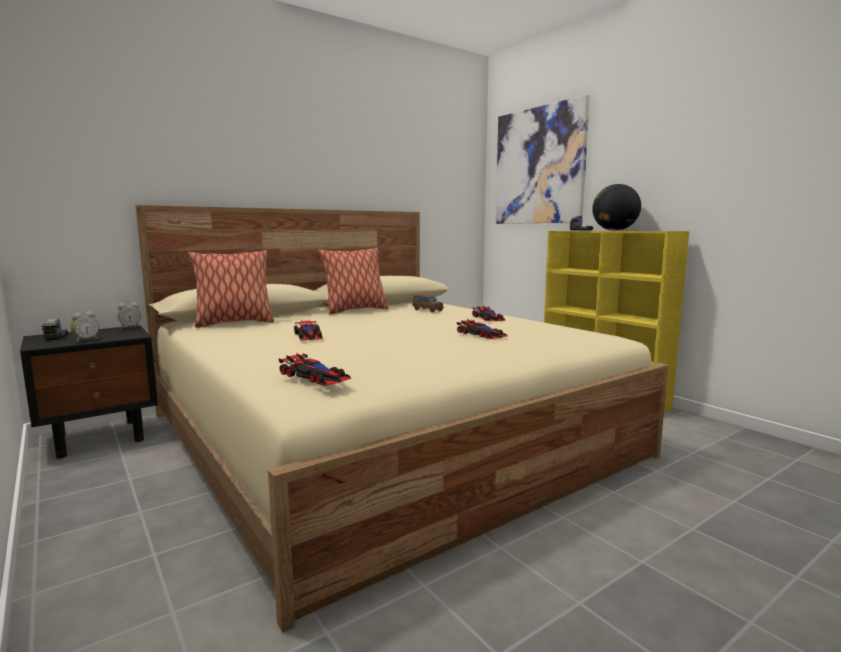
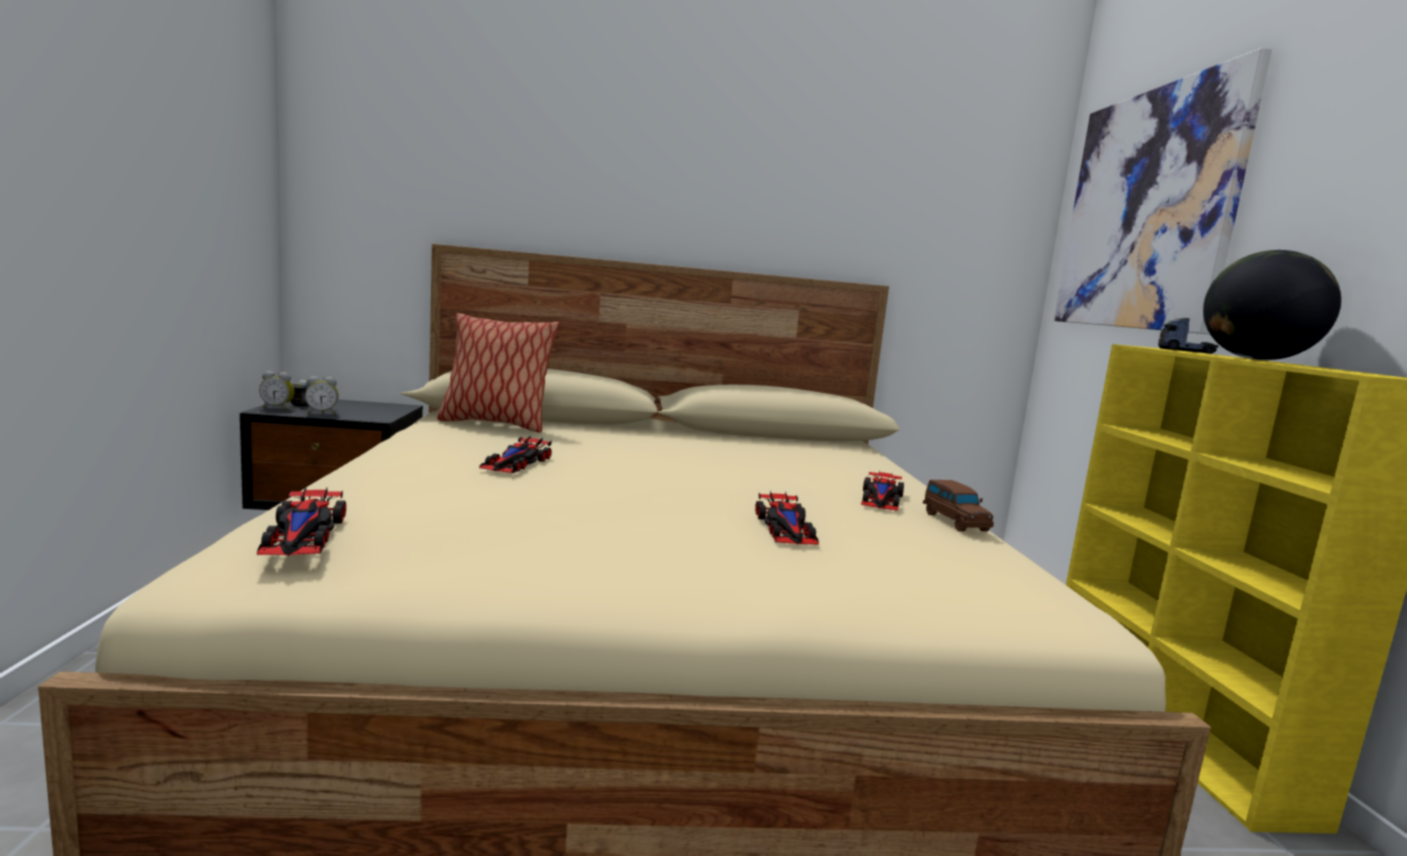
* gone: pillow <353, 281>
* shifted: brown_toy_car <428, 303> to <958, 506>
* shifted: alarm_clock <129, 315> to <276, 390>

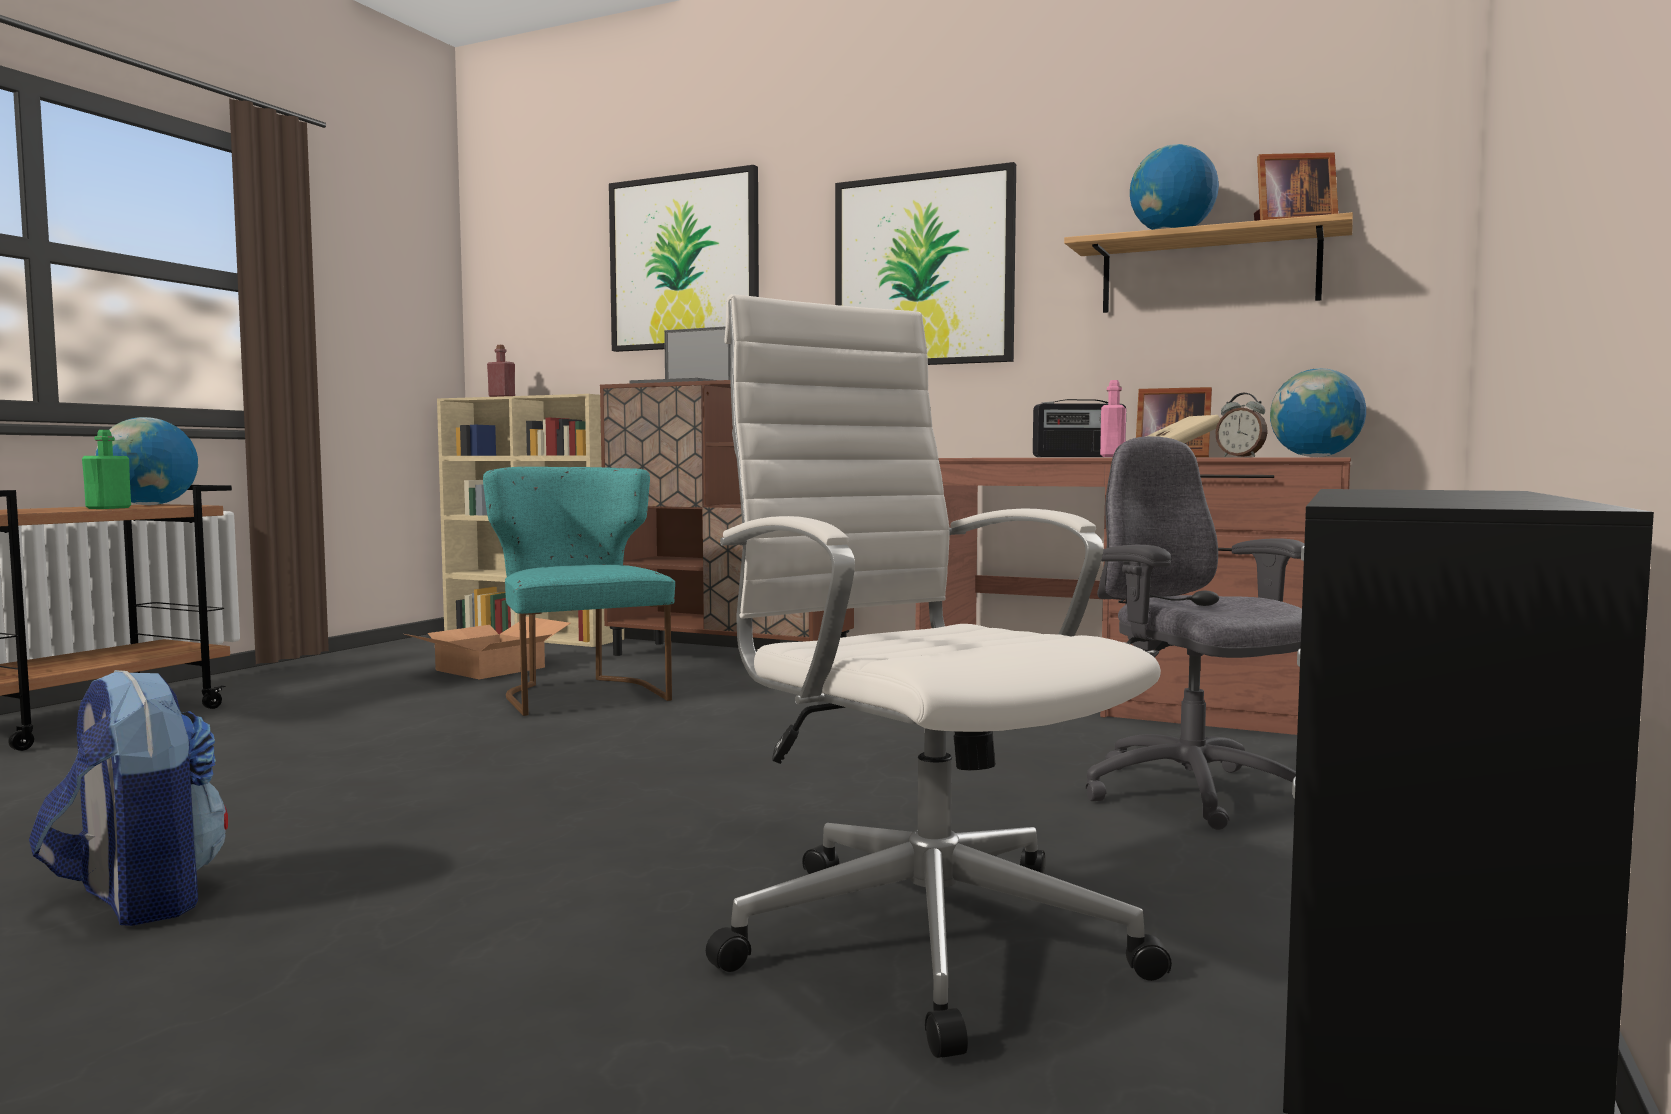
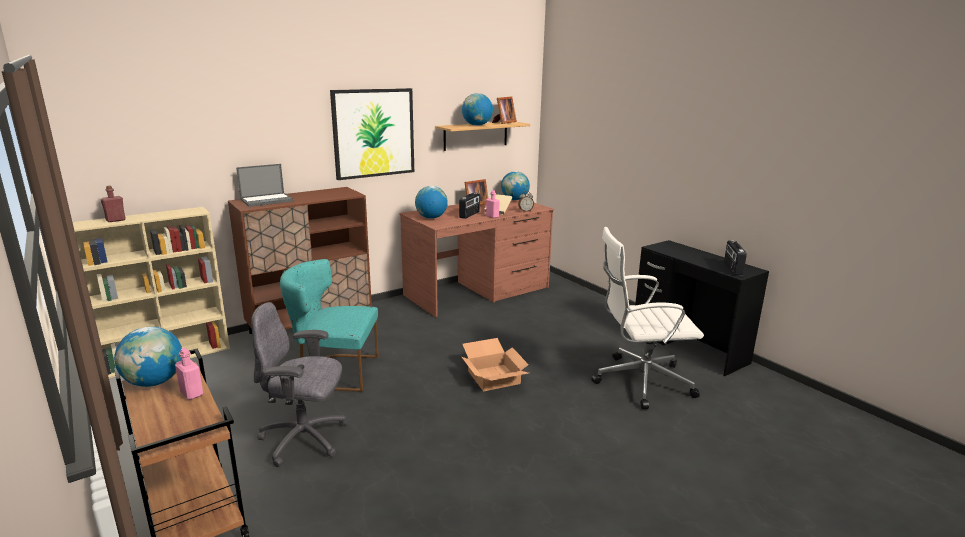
* gone: picture <684, 258>
* repainted: green_bottle <106, 469> to pink_bottle <189, 374>
* shifted: grey_office_chair <1195, 633> to <299, 384>
* shifted: cardboard_box <487, 648> to <495, 365>
* gone: backpack <128, 798>
* new: globe <431, 202>
* new: radio <735, 258>

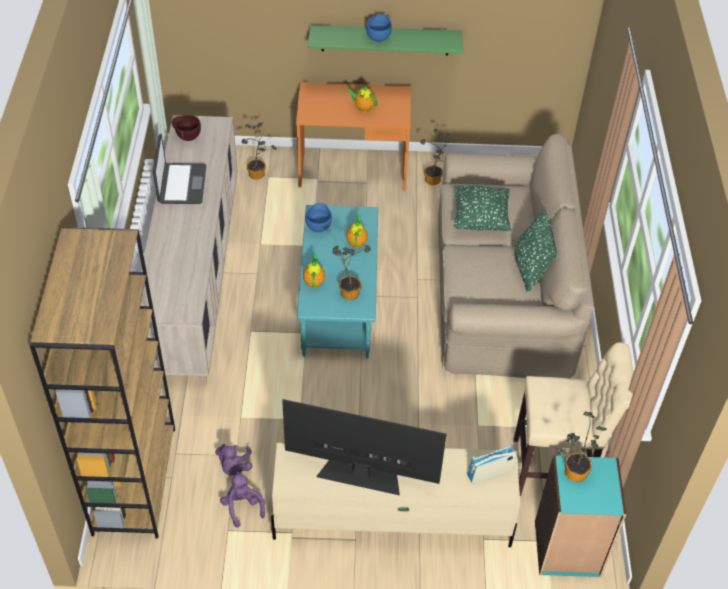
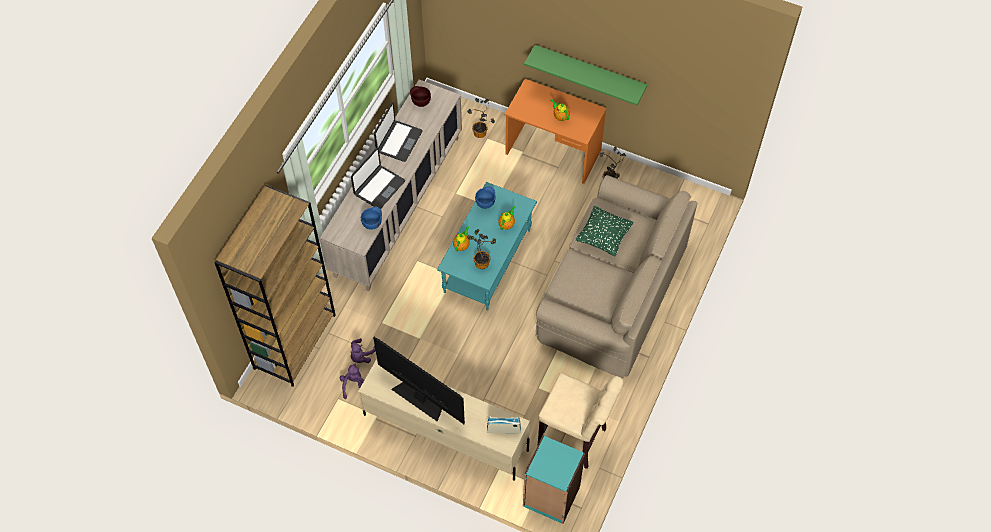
* shifted: blue_bowl <379, 28> to <371, 218>
* gone: green_pillow <536, 250>
* gone: potted_plant <581, 446>
* new: laptop <378, 178>

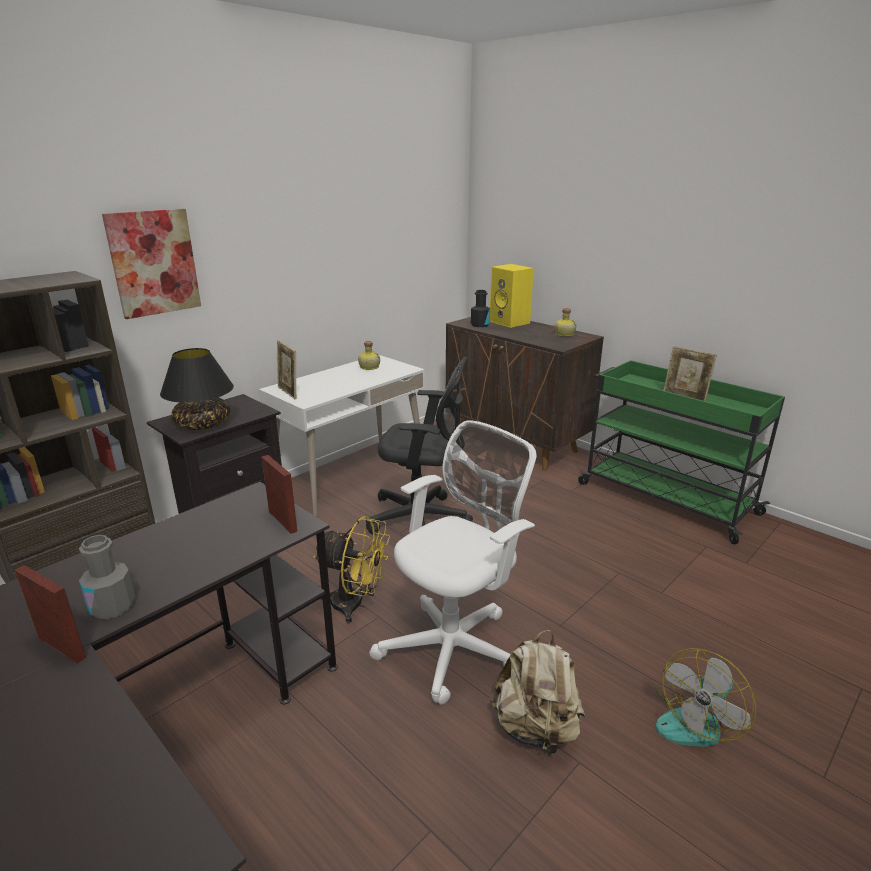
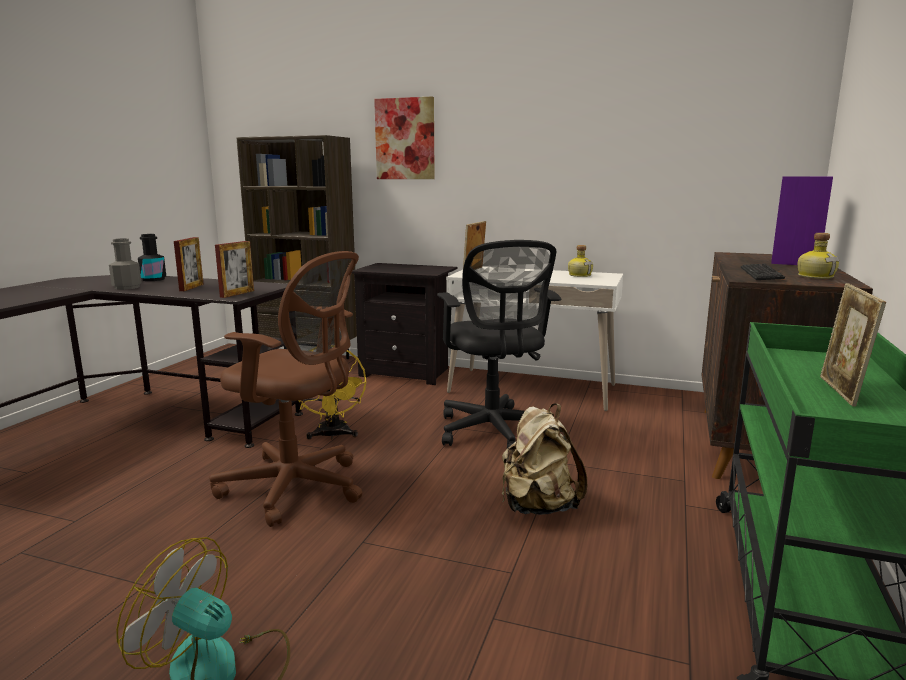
* repainted: yellow_speaker <512, 296> to purple_speaker <802, 220>
* shifted: black_bottle <480, 308> to <152, 257>
* gone: black_table_lamp <197, 389>
* repainted: white_office_chair <453, 562> to brown_office_chair <285, 389>
* shifted: picture_frame <50, 614> to <189, 264>
* shifted: beige_backpack <537, 692> to <544, 459>
* new: keyboard <763, 272>

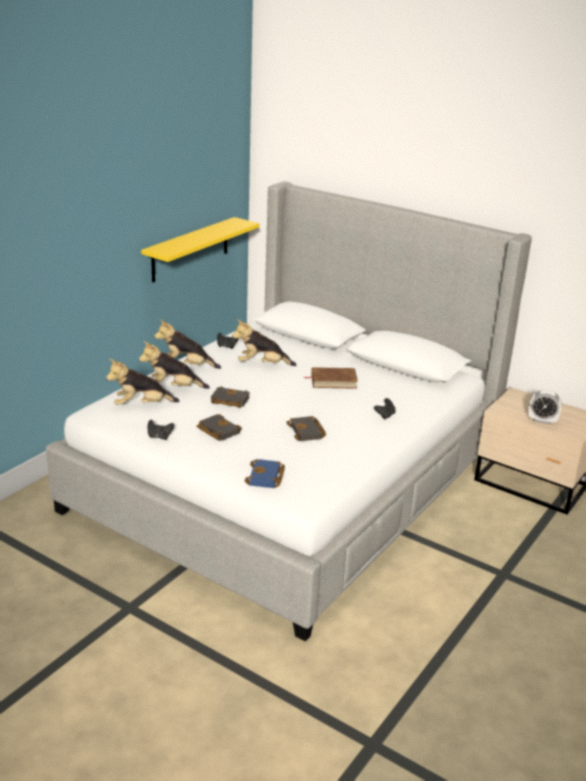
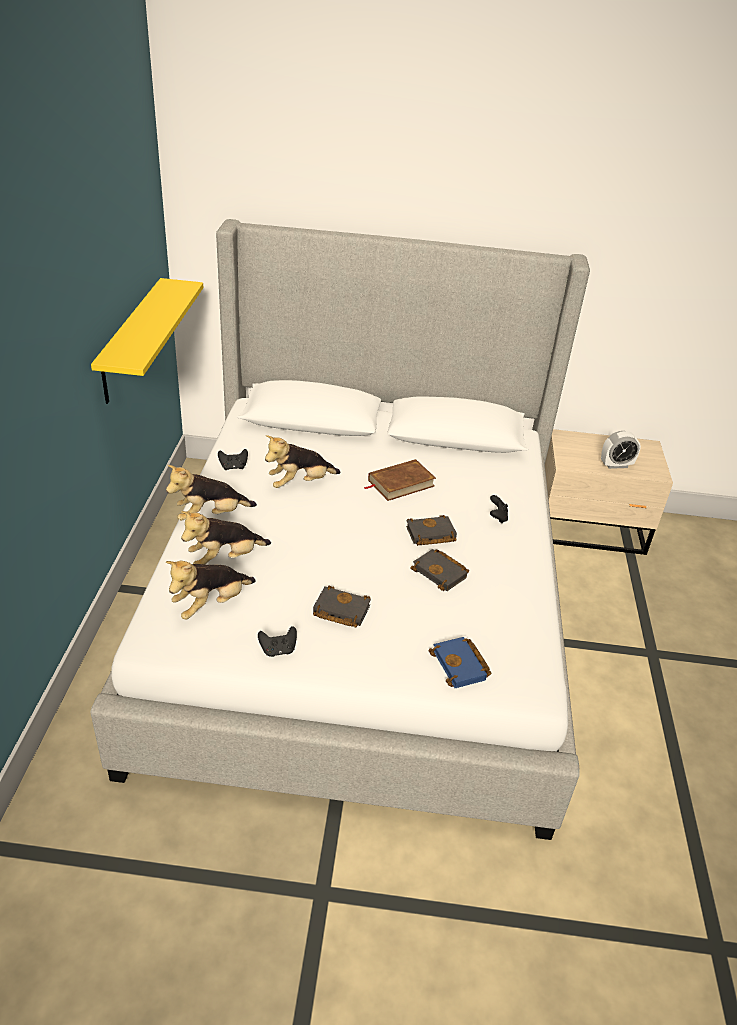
* shifted: black_book <230, 397> to <431, 530>

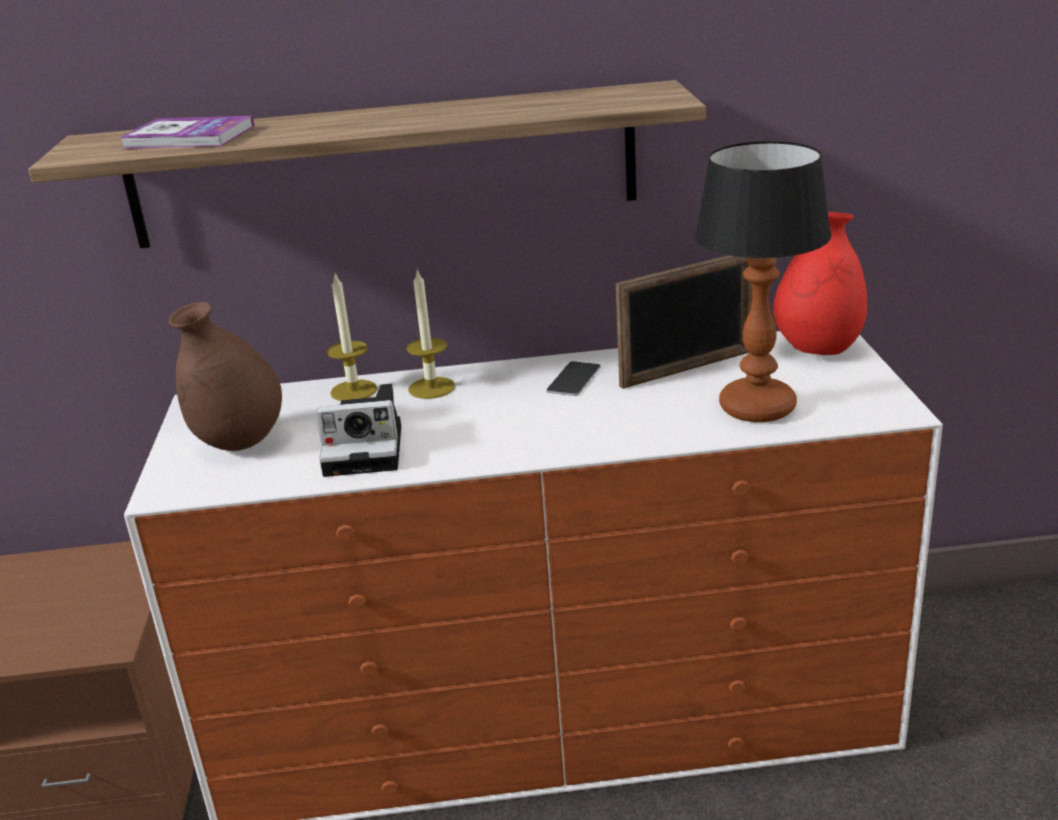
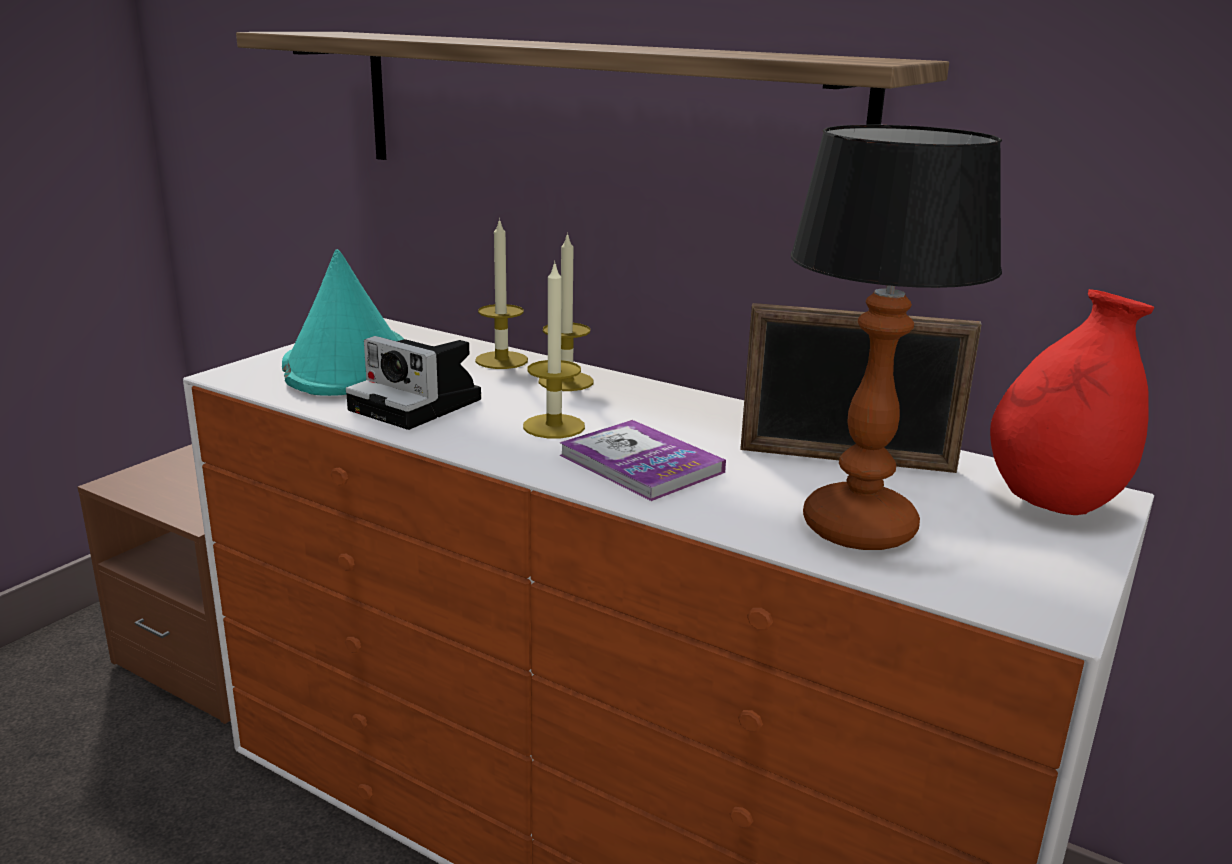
* shifted: book <187, 132> to <642, 460>
* swapped: brown_vase <225, 376> to turquoise_hat <343, 322>
* gone: phone <573, 378>
* new: candle <554, 349>

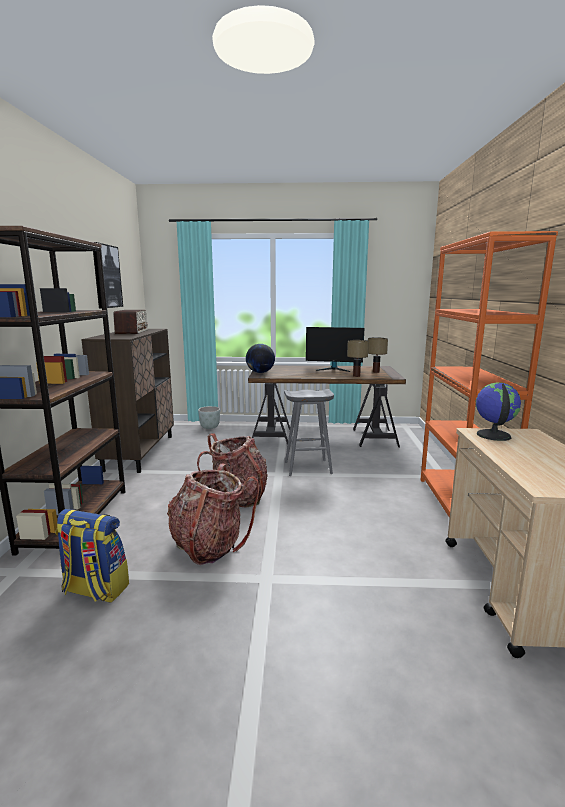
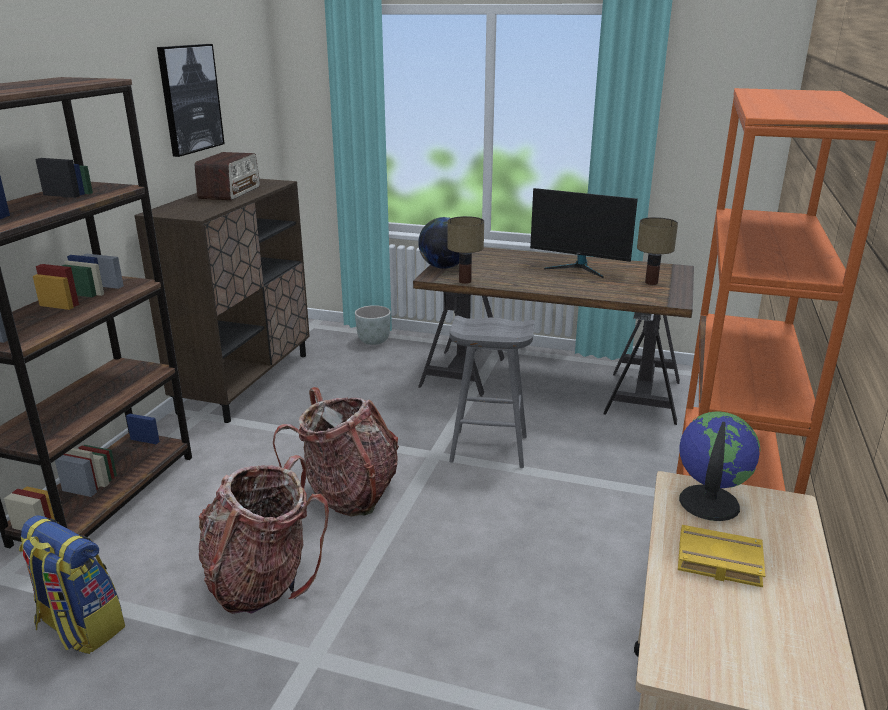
* shifted: table_lamp <358, 358> to <465, 250>
* new: yellow_book <721, 556>

